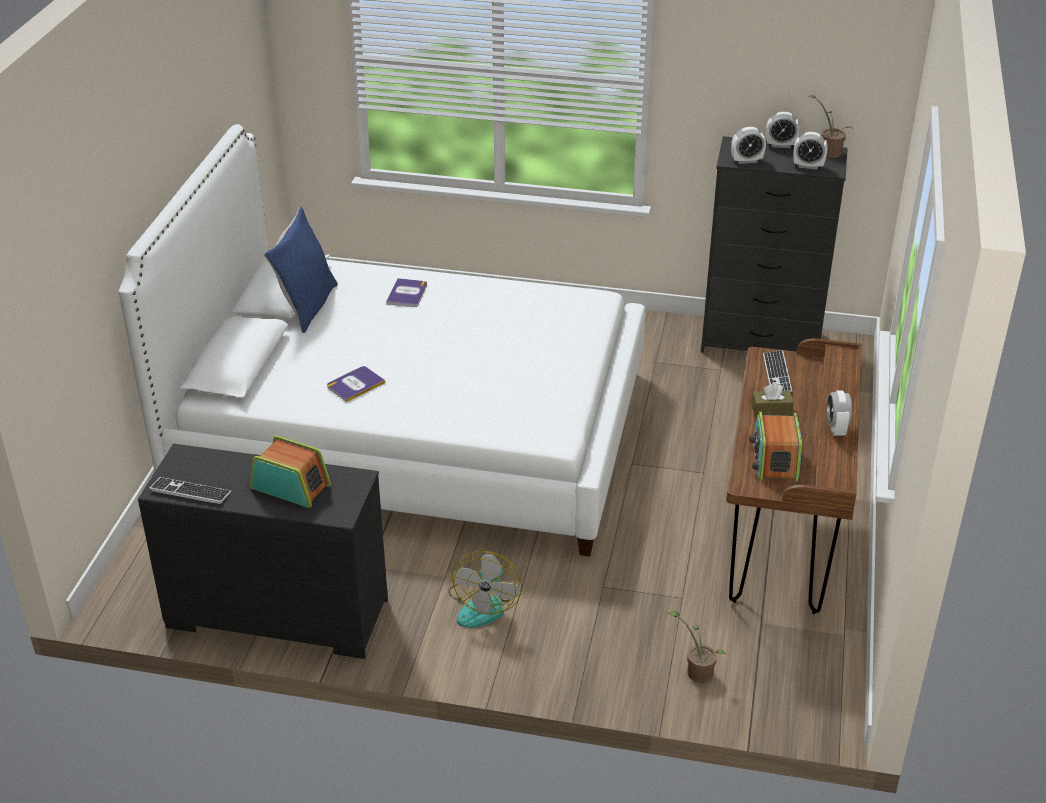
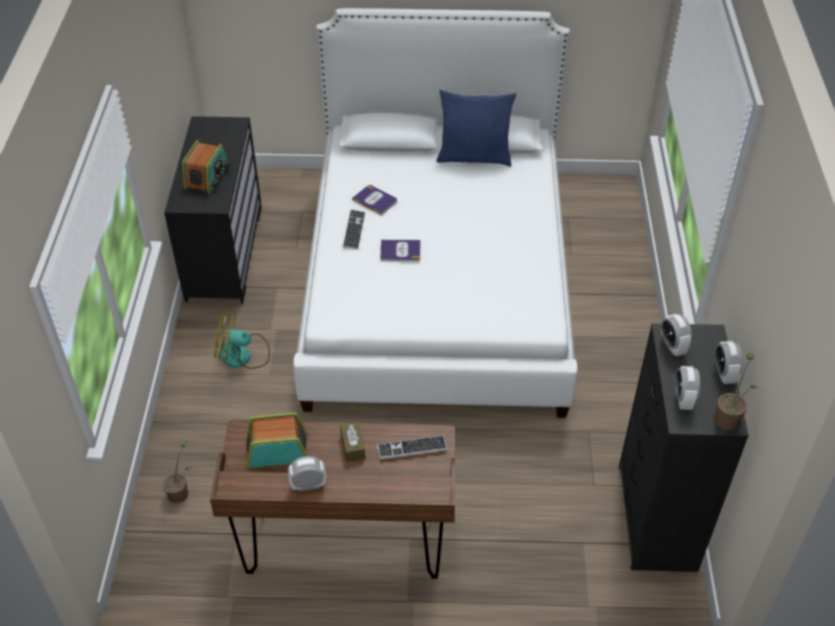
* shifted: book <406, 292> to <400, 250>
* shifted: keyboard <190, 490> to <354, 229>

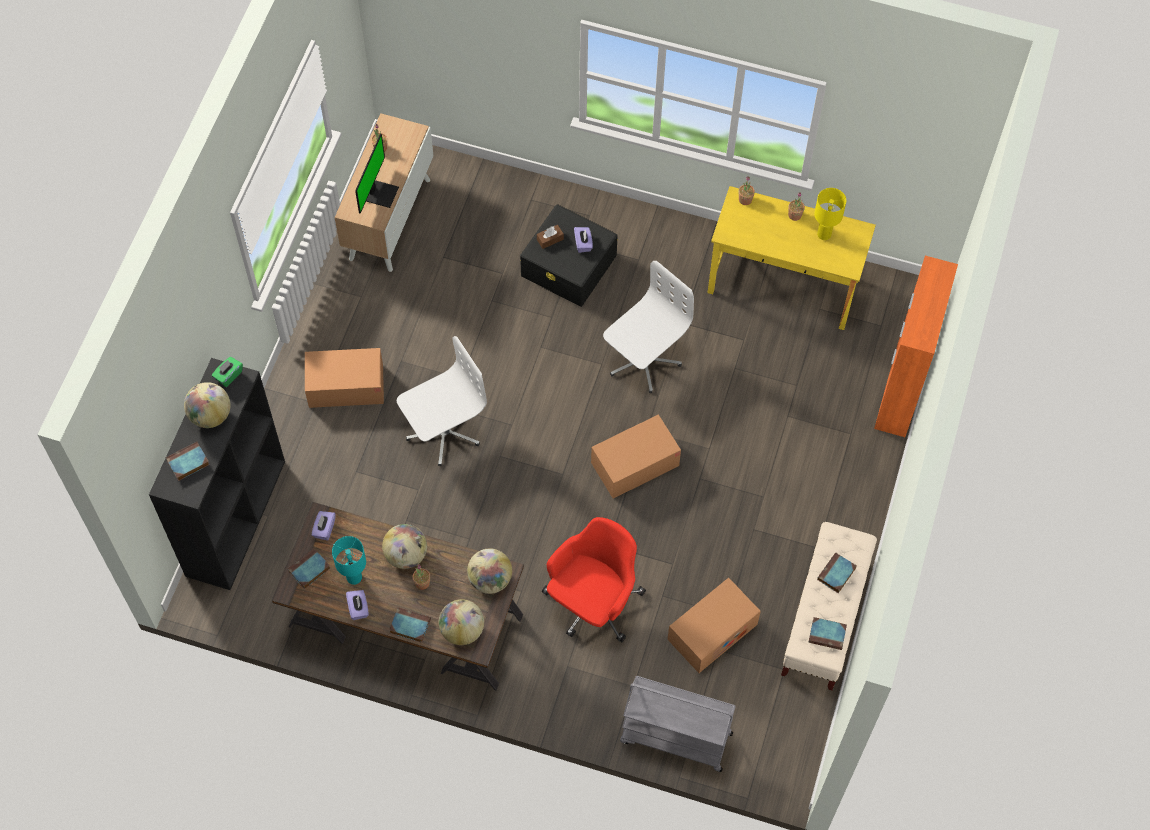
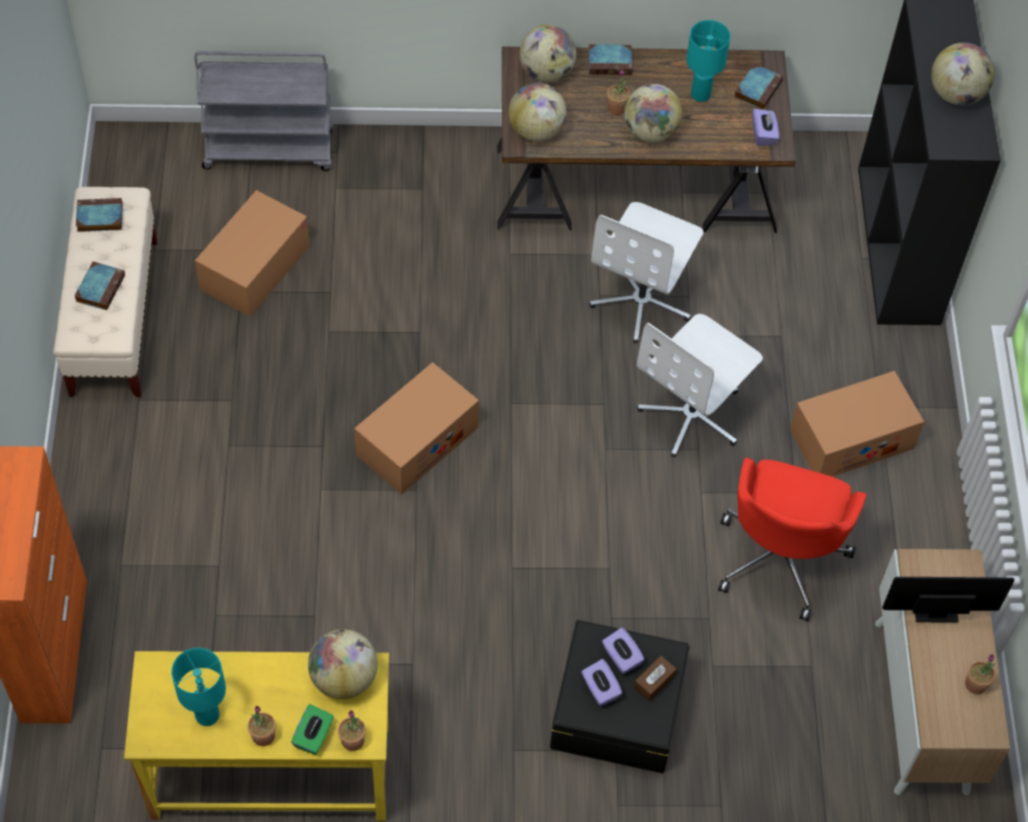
* rotated: monitor <377, 173> = <948, 600> 90 degrees clockwise
* repainted: yellow_table_lamp <830, 214> to turquoise_table_lamp <198, 687>
* shifted: white_office_chair <648, 327> to <646, 272>
* shifted: green_tissue_box <227, 372> to <312, 729>
* gone: book <188, 461>
* shifted: red_office_chair <594, 579> to <792, 539>
* shifted: purple_tissue_box <357, 605> to <623, 650>
* new: globe <343, 664>

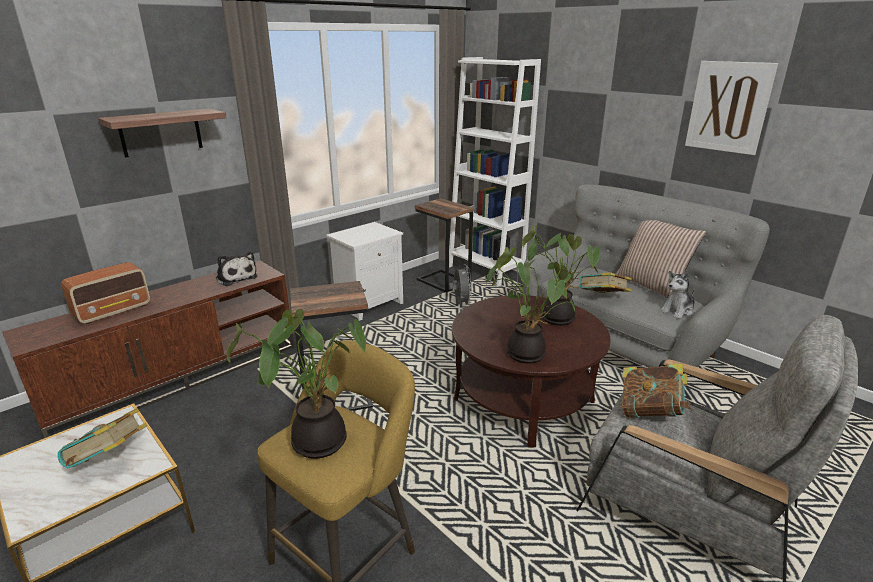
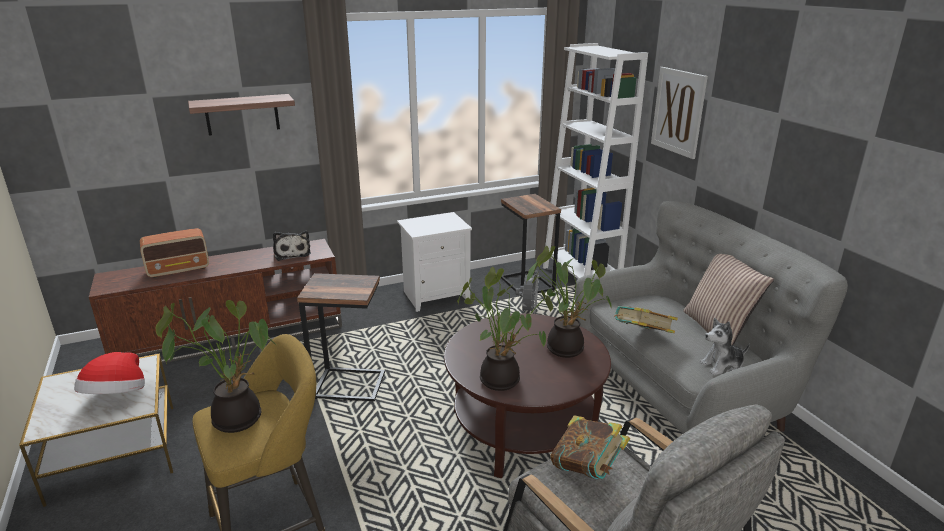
* shifted: picture <731, 108> to <679, 113>
* swapped: book <102, 438> to hat <109, 373>

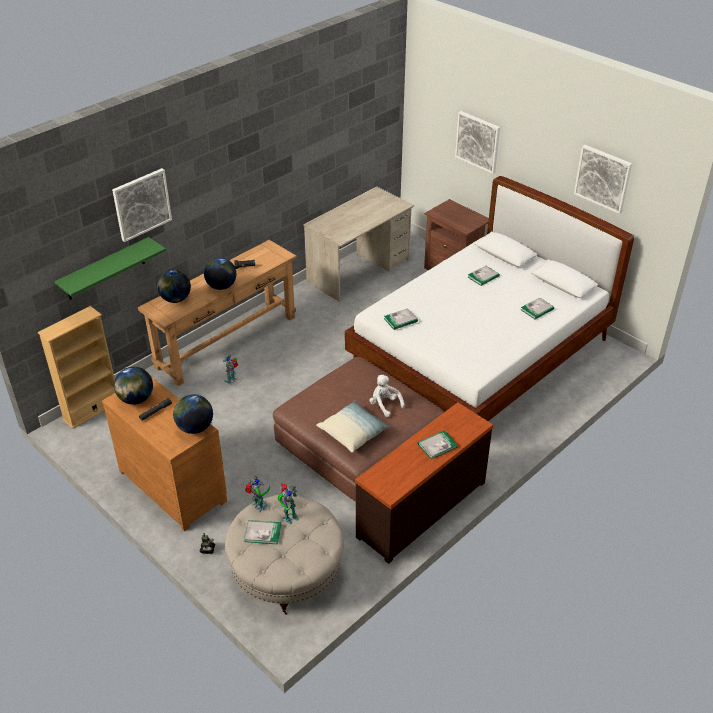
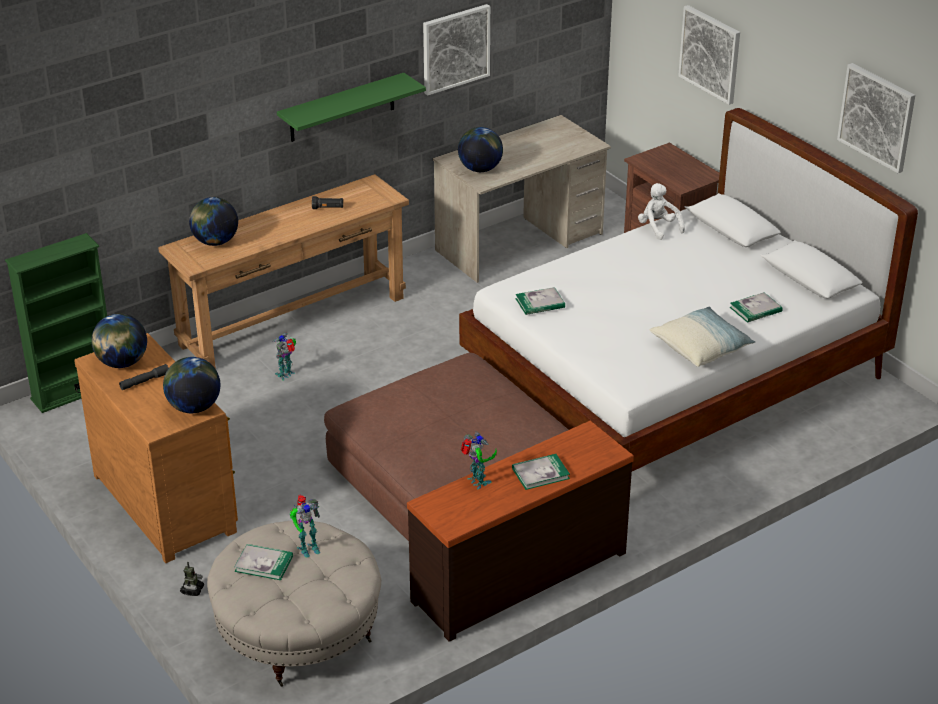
* shifted: picture <142, 205> to <456, 50>
* shifted: green_shelf <110, 268> to <351, 107>
* shifted: globe <220, 274> to <480, 149>
* gone: book <484, 276>
* repainted: beige_bookcase <76, 367> to green_bookcase <56, 323>
* shifted: white_plush_toy <387, 396> to <661, 211>
* shifted: pillow <353, 426> to <703, 337>
* shifted: toy_robot <257, 494> to <479, 461>

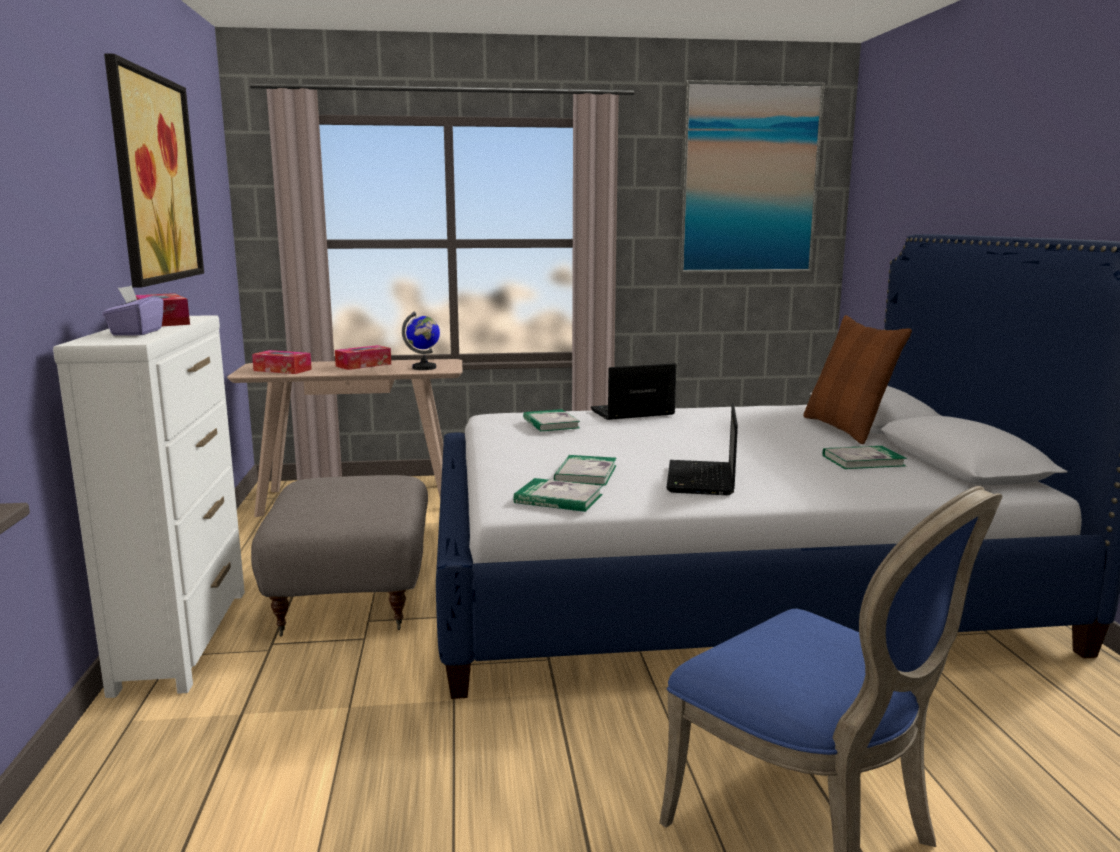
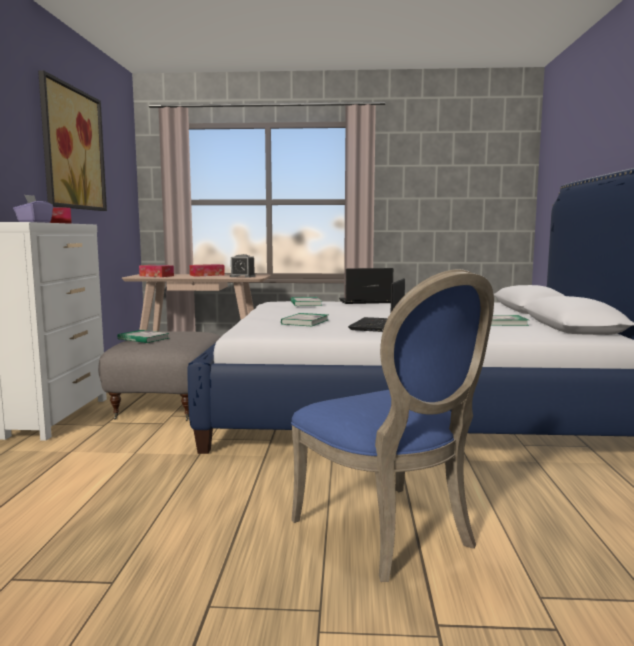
* gone: picture <752, 176>
* swapped: globe <421, 340> to alarm_clock <242, 265>
* gone: brown_pillow <857, 379>
* shifted: book <558, 495> to <143, 336>

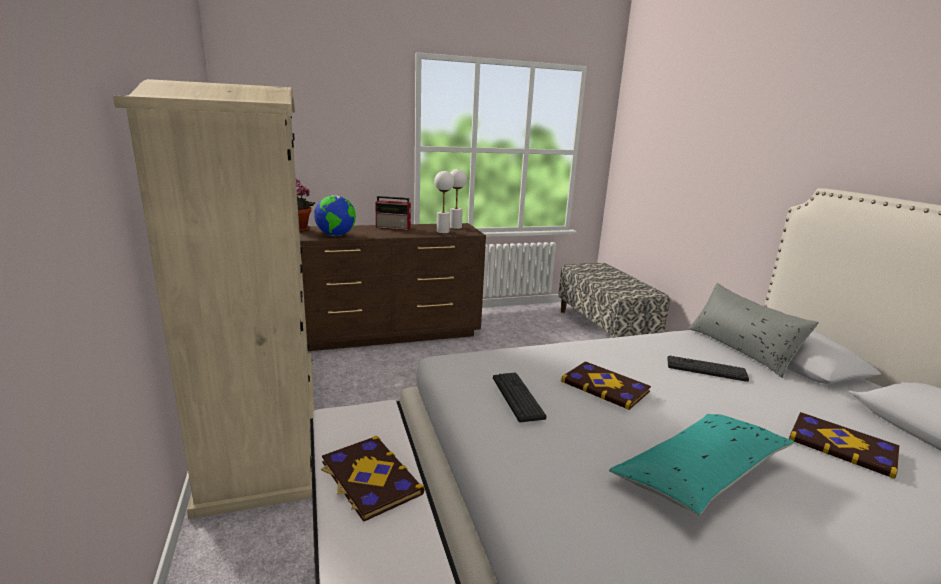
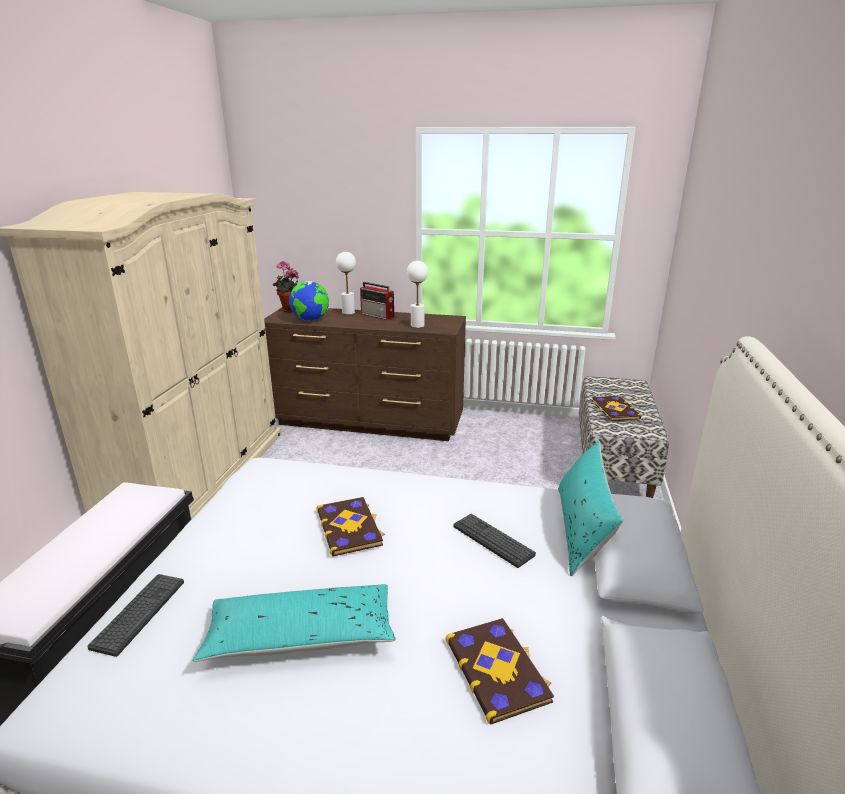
* shifted: white_table_lamp <458, 199> to <346, 283>
* repainted: grey_pillow <753, 330> to turquoise_pillow <590, 508>
* shifted: keyboard <519, 397> to <135, 615>
* shifted: book <373, 479> to <616, 408>

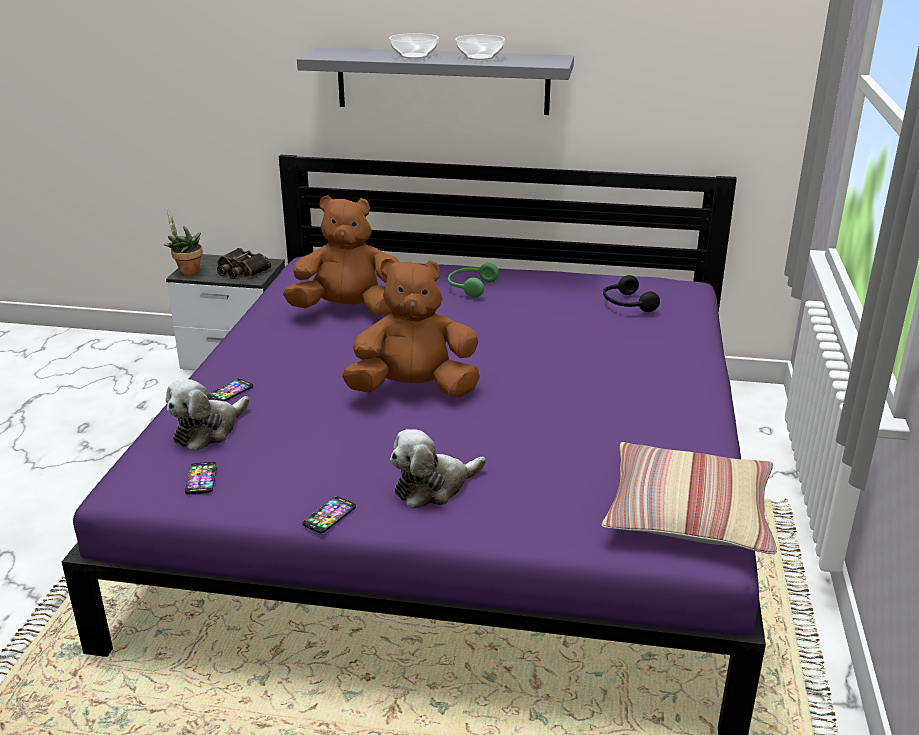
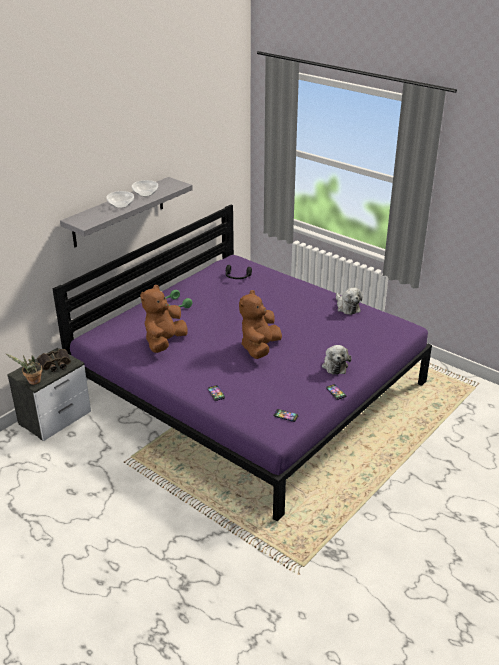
* shifted: plush_toy <208, 415> to <349, 301>
* gone: pillow <689, 498>

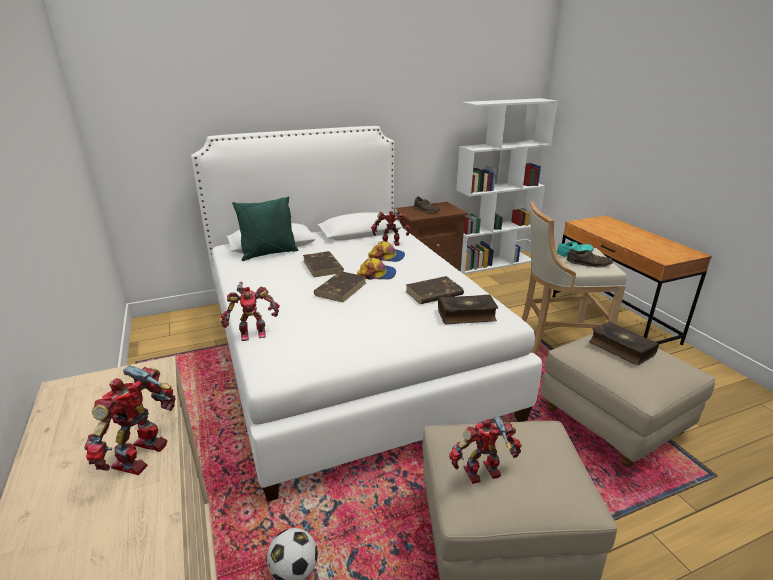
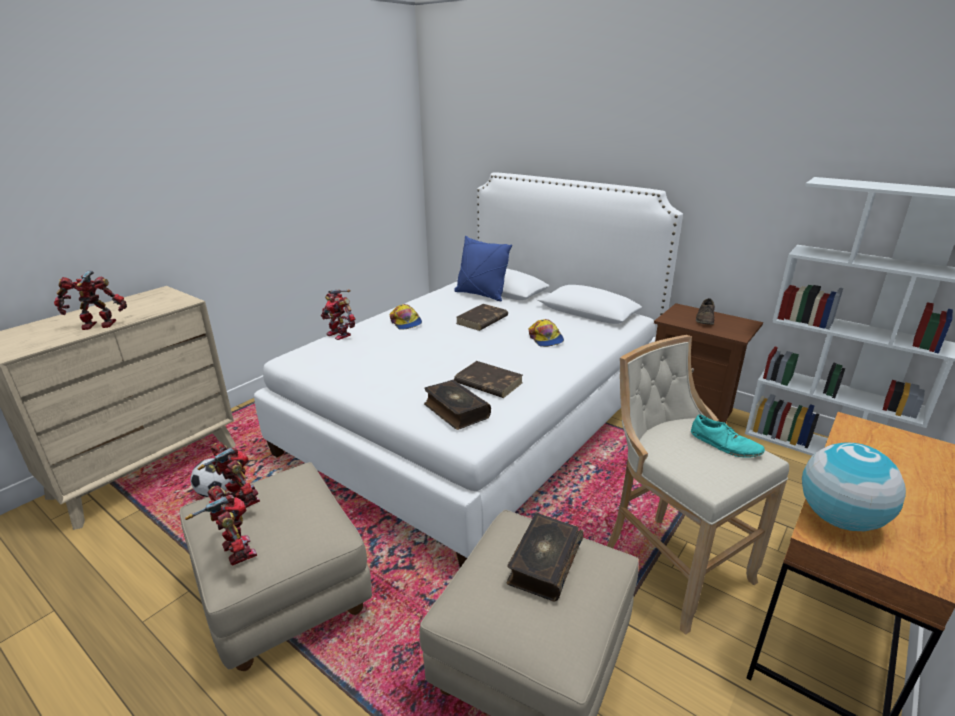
* repainted: green_pillow <265, 228> to blue_pillow <483, 268>
* shifted: toy_robot <390, 227> to <221, 525>
* gone: brown_shoe <590, 258>
* shifted: cap <376, 269> to <406, 317>
* gone: brown_book <340, 287>
* new: globe <854, 486>

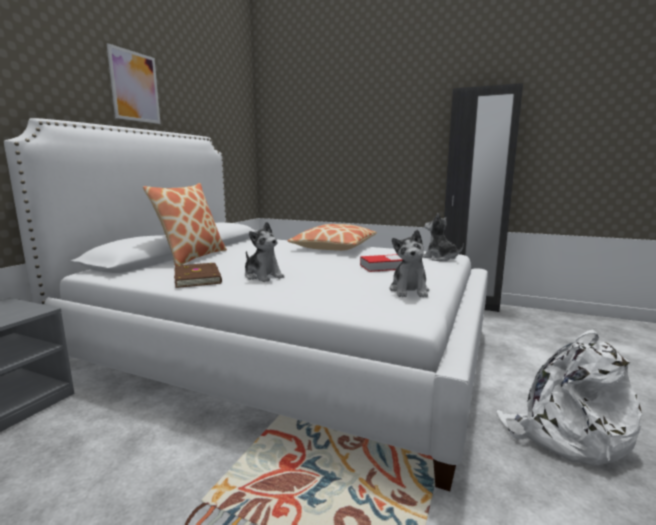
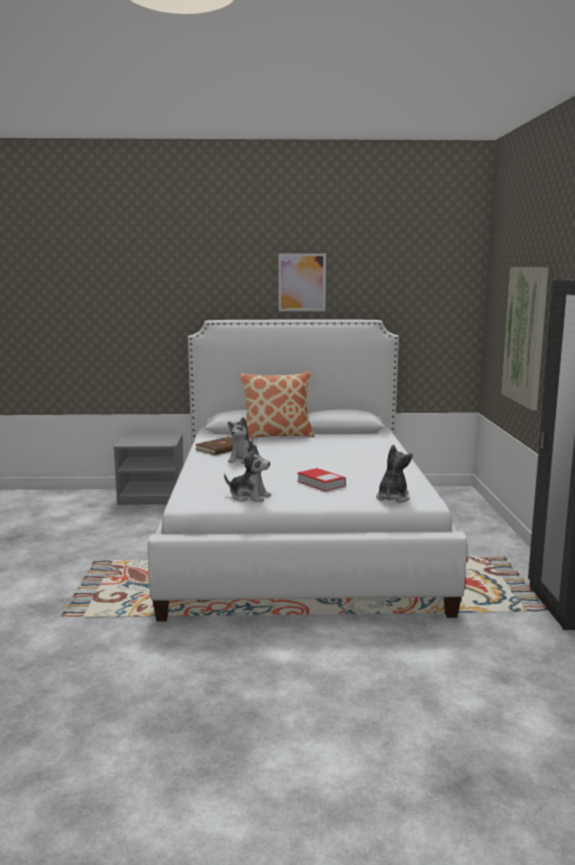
* gone: pillow <332, 237>
* rotated: plush_toy <409, 263> = <247, 473> 135 degrees counterclockwise
* gone: white_backpack <569, 397>
* new: picture <525, 338>

